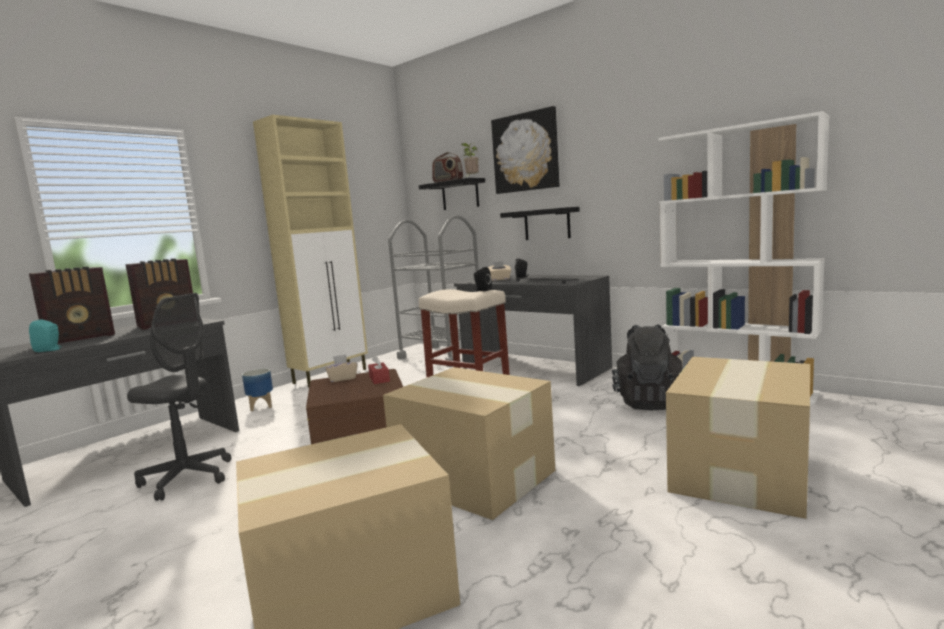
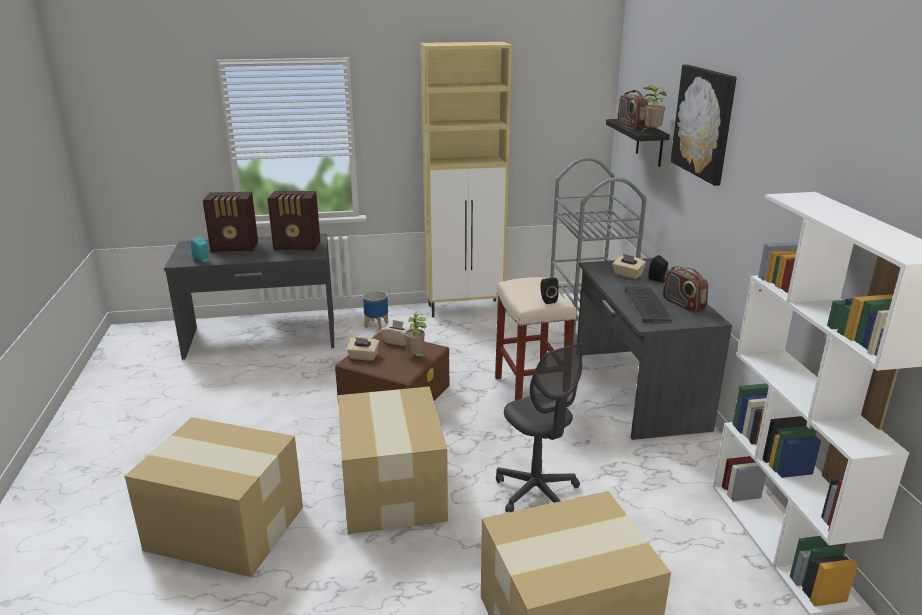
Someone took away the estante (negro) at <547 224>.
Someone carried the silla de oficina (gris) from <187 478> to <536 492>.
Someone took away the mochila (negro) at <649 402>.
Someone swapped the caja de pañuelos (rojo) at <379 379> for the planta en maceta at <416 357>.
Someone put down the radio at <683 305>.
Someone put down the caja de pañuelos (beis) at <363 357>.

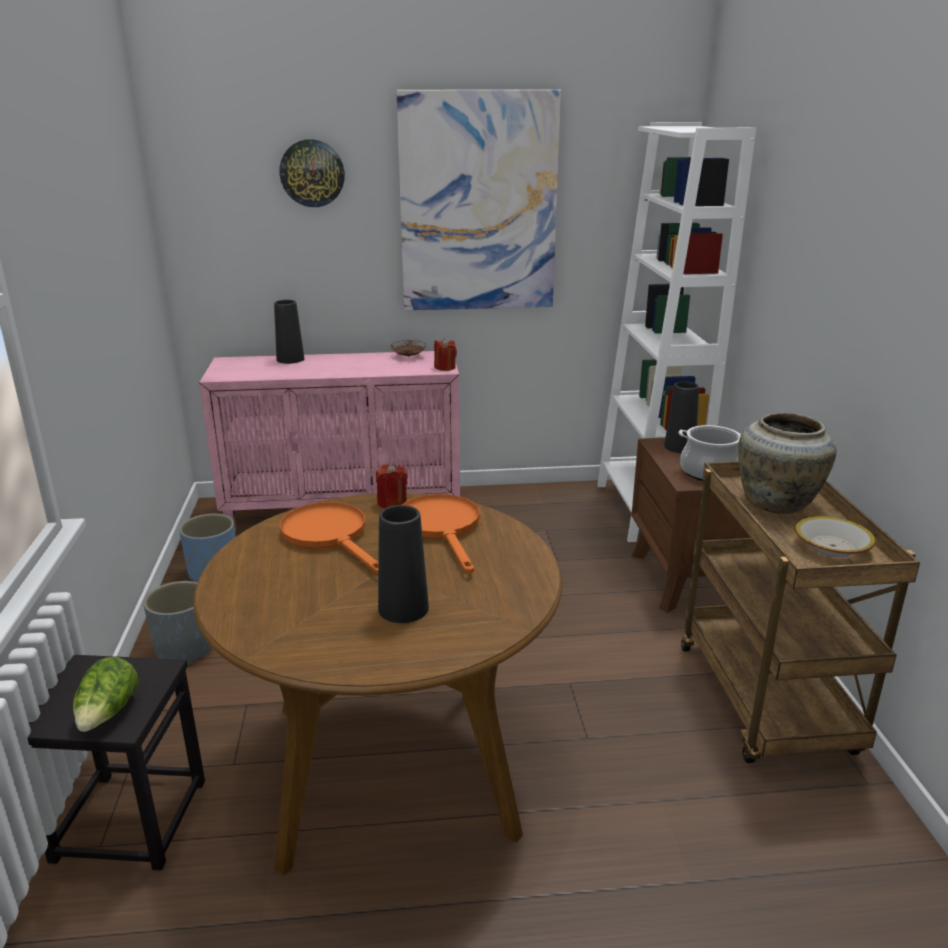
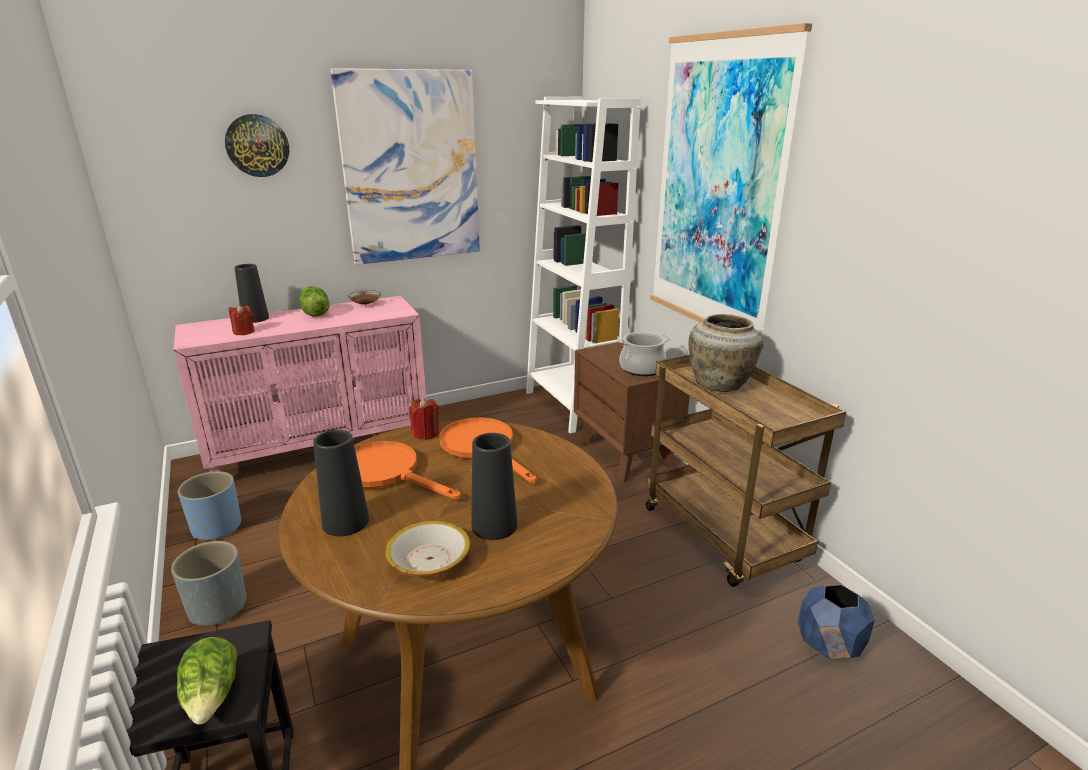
Someone carried the vela (rojo) from <445 367> to <244 332>.
Someone carried the florero (negro) from <679 447> to <345 522>.
Someone carried the cuenco from <832 547> to <429 560>.
Someone put up the cuadro at <717 189>.
Someone put down the lechuga at <315 314>.
Someone put down the maceta (azul) at <830 646>.

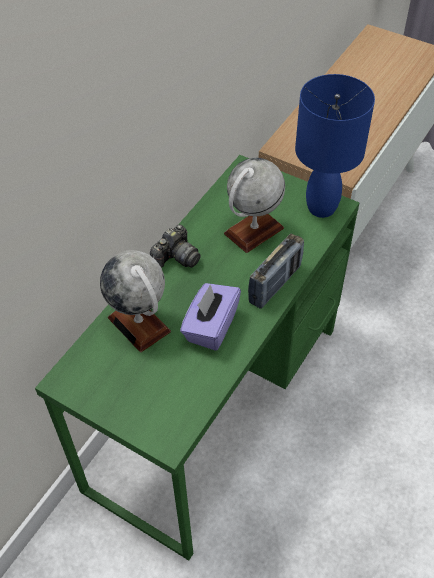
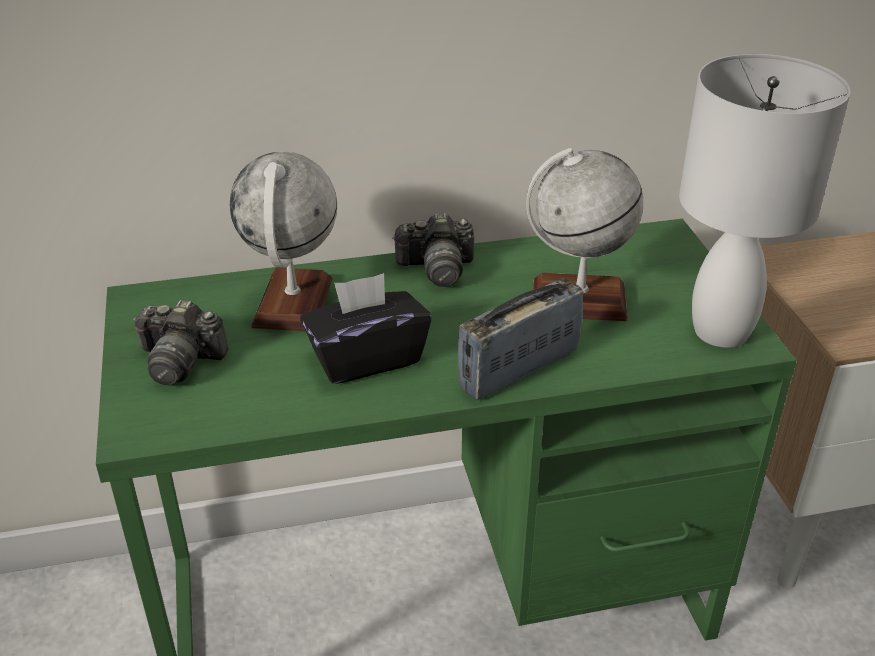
Someone repainted the lámpara de mesa (azul) at <322 208>, which became the lámpara de mesa (blanco) at <722 332>.
Someone rotated the radio at <275 284> by 150 degrees clockwise.
Someone repainted the caja de pañuelos (morado) at <211 327>, which became the caja de pañuelos (negro) at <366 358>.
Someone put down the cámara at <180 361>.

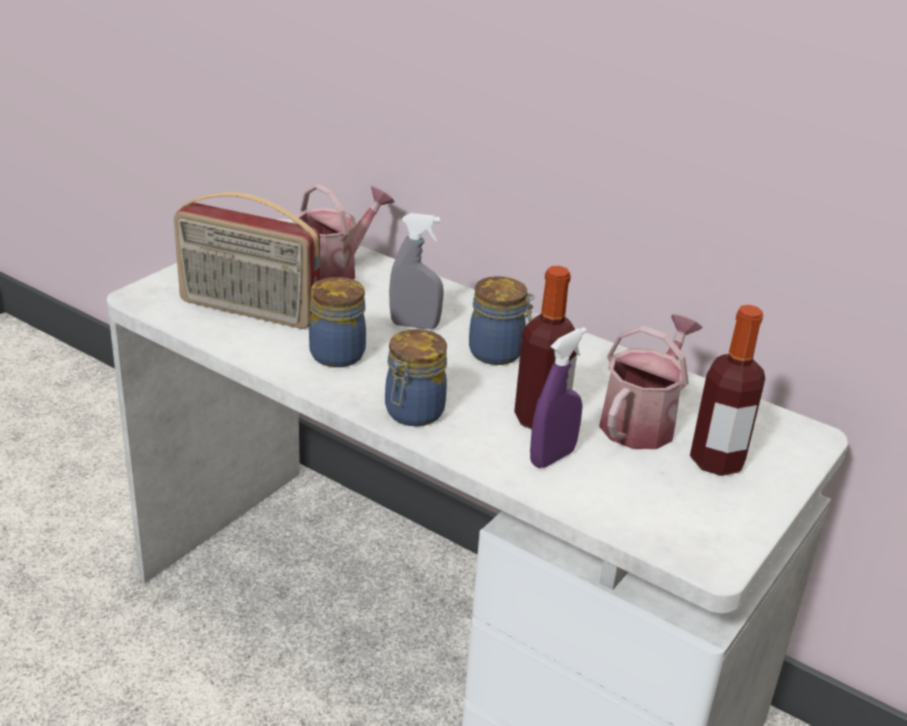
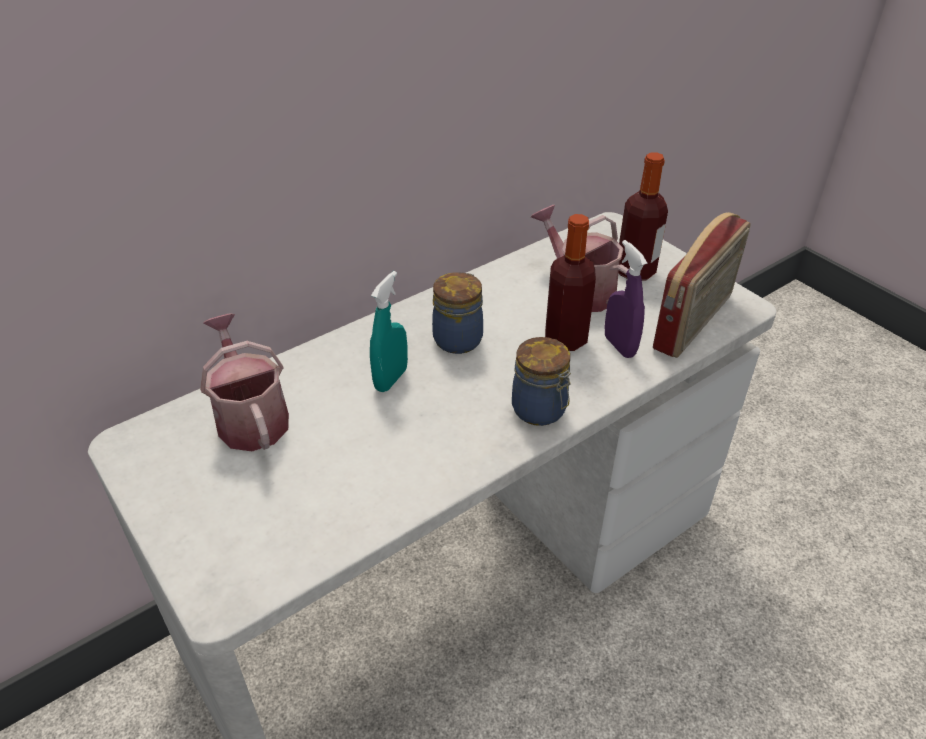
Someone carried the radio from <248 310> to <694 322>.
Someone repainted the pulverizador (gris) at <414 325>, which became the pulverizador (turquesa) at <391 379>.
Someone took away the tarro at <336 353>.

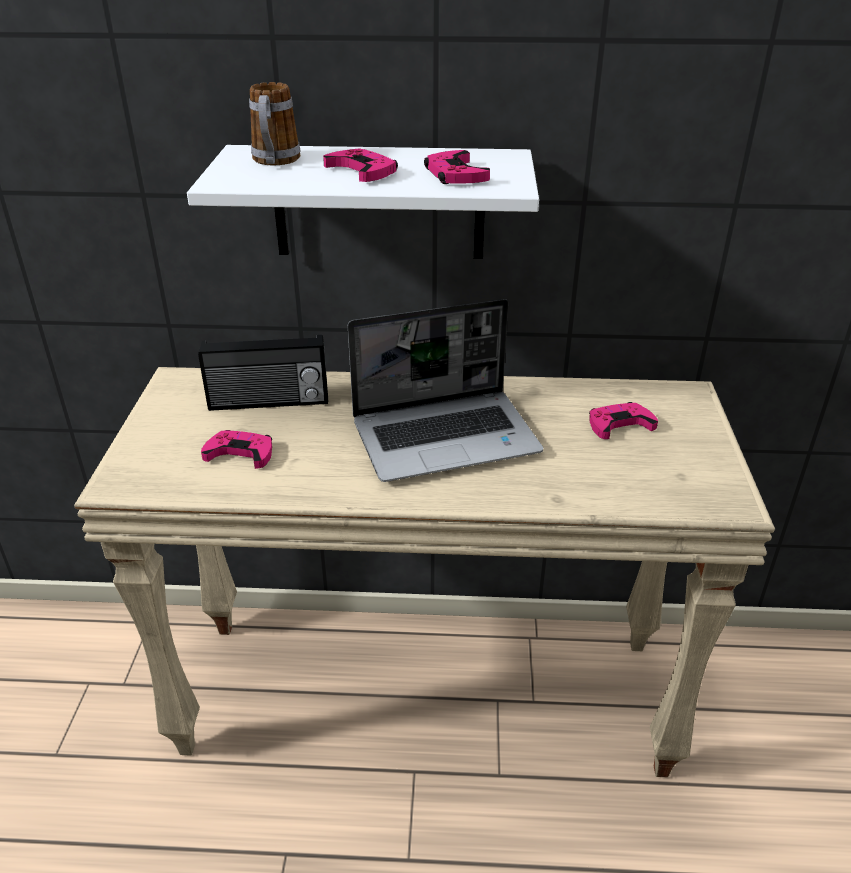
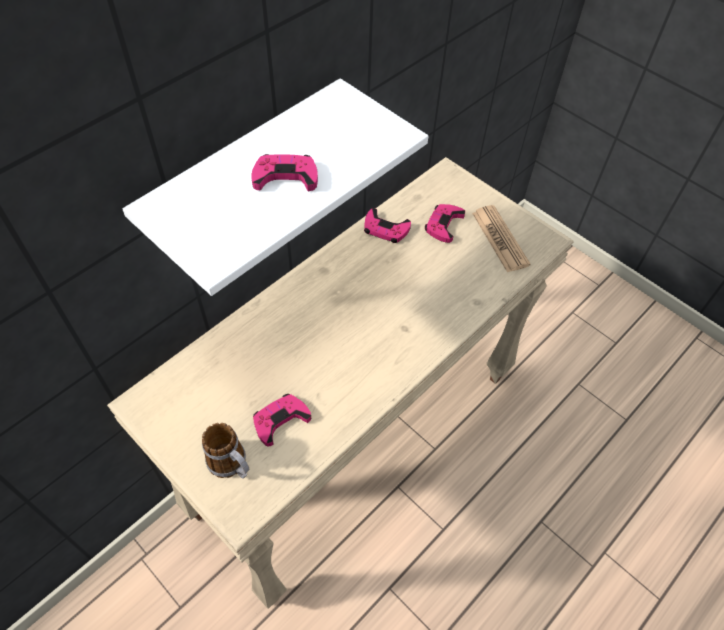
Someone carried the taza grande from <274 162> to <232 465>.
Someone carried the mando de consola (rosa) from <455 175> to <385 229>.
Someone took away the portátil at <447 437>.
Someone took away the radio at <269 402>.
Someone put down the periódico at <500 239>.

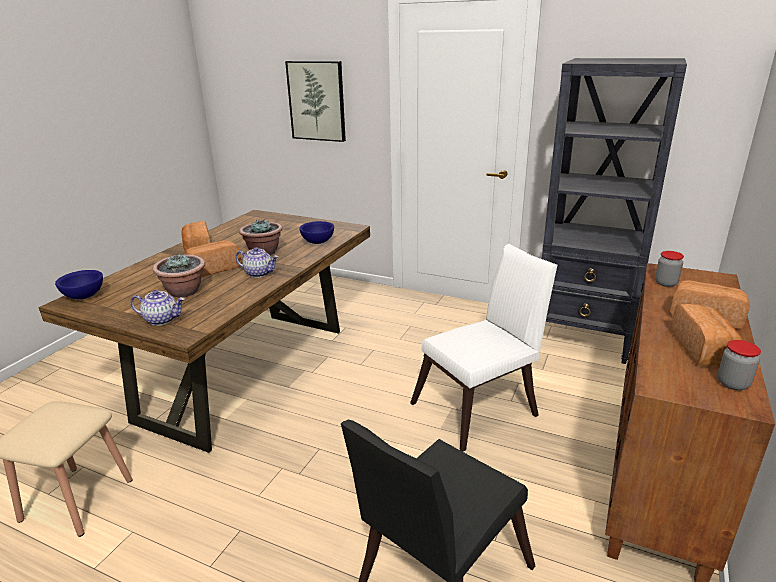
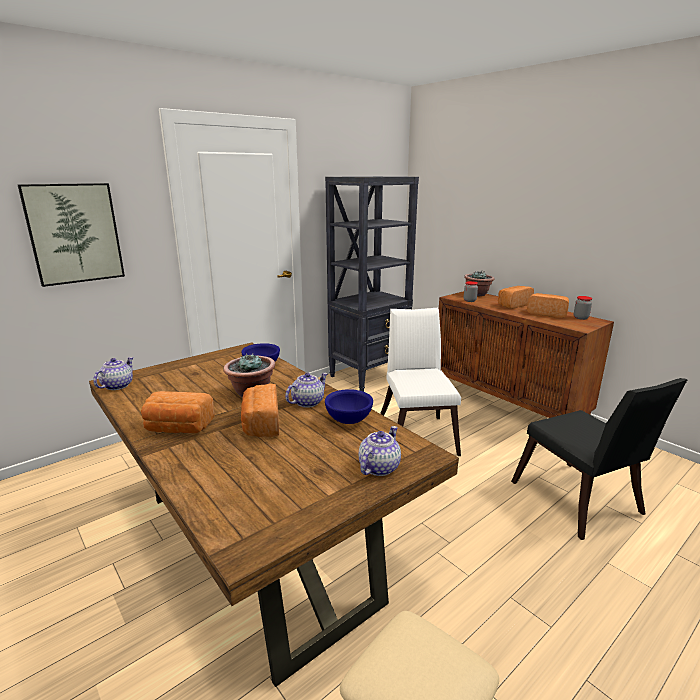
Someone carried the planta en maceta from <184 292> to <477 294>.
Someone carried the cuenco (azul) from <84 296> to <348 420>.
Someone put down the tetera at <117 385>.

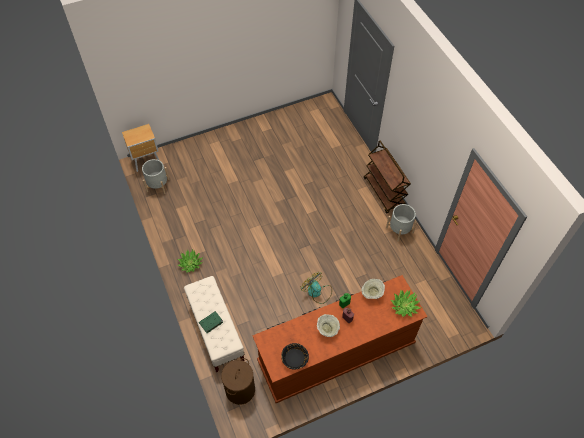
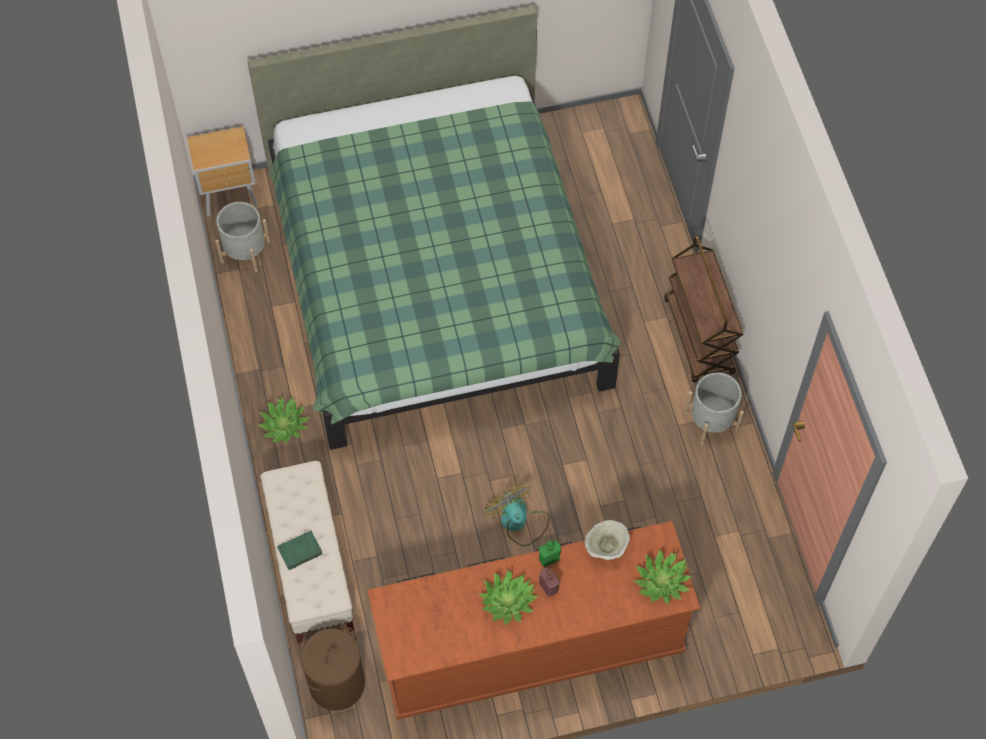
Someone swapped the cuenco (beis) at <327 329> for the planta en maceta at <507 601>.
Someone took away the cuenco (negro) at <294 358>.
Someone put down the cama (verde) at <435 279>.

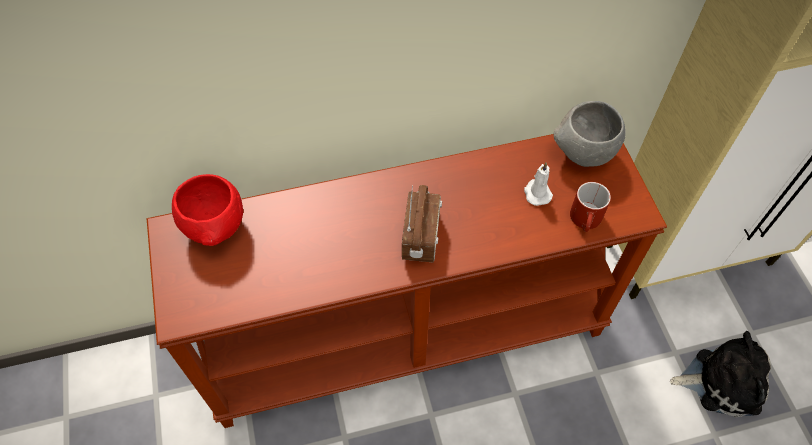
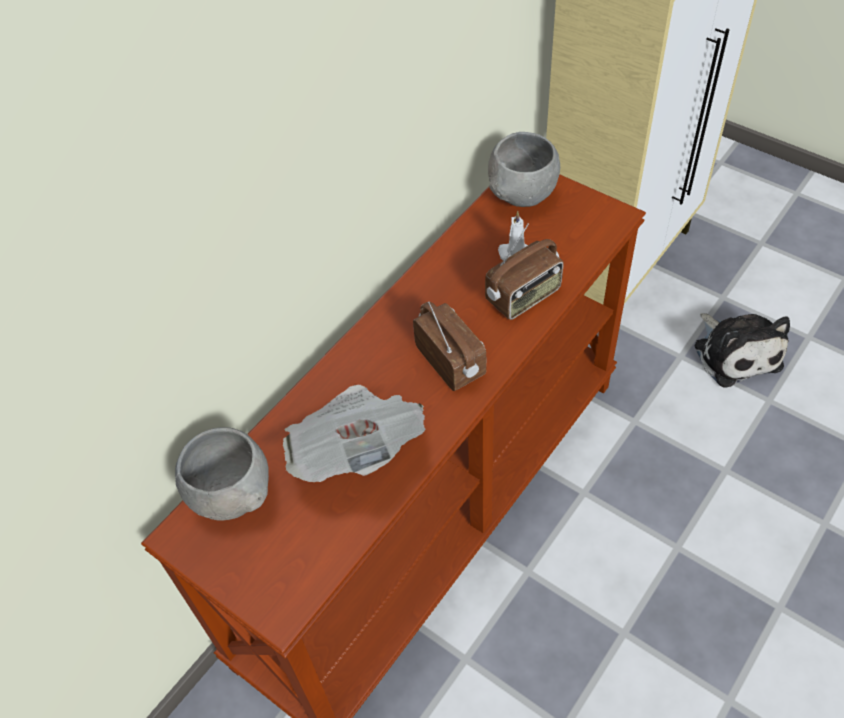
Someone repainted the cuenco (rojo) at <215 229>, which became the cuenco (gris) at <234 498>.
Someone took away the taza grande (rojo) at <586 221>.
Someone rotated the peluche at <721 381> by 105 degrees clockwise.
Someone put down the radio at <524 297>.
Someone put down the periódico at <356 450>.

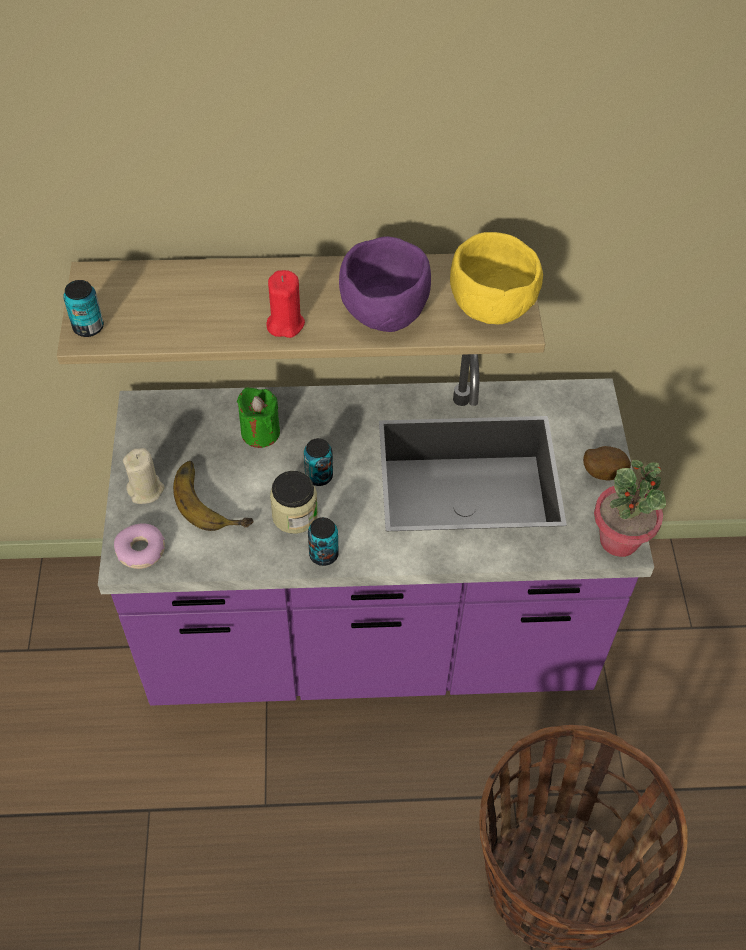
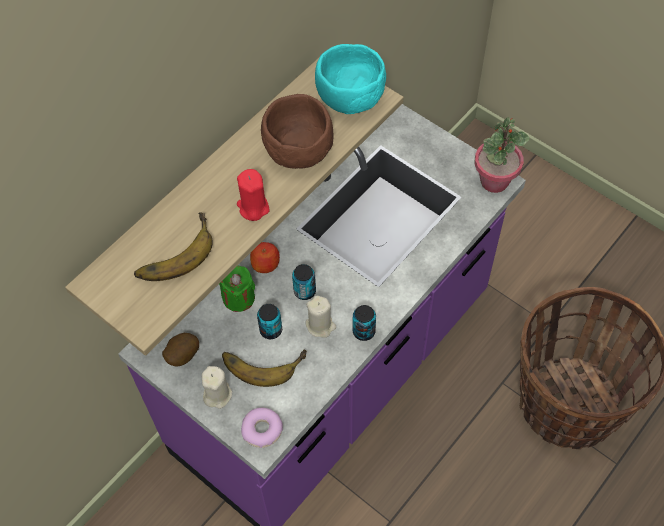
Someone repainted the cuenco (amarillo) at <489 308>, which became the cuenco (turquesa) at <350 100>.
Someone repainted the cuenco (morado) at <383 311>, which became the cuenco (marrón) at <297 152>.
Someone carried the lata from <88 327> to <271 330>.
Someone carried the patata from <602 472> to <182 355>.
Someone swapped the tarro at <295 515> for the vela (beis) at <320 325>.
Someone put down the plátano at <173 251>.
Someone put down the manzana at <265 264>.

